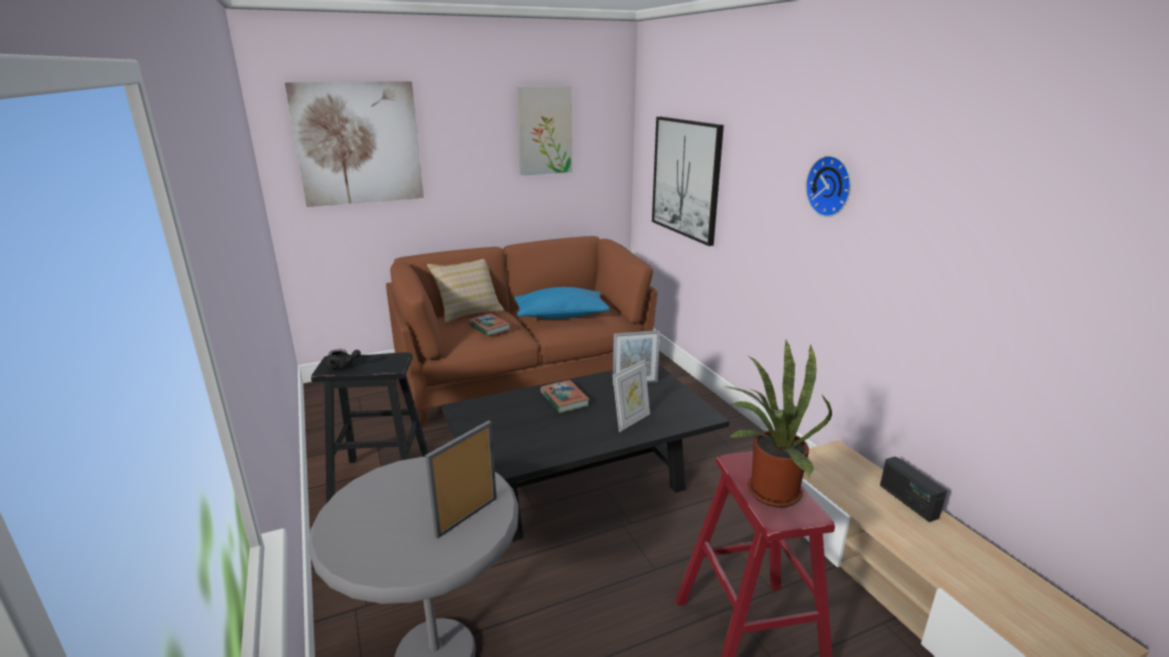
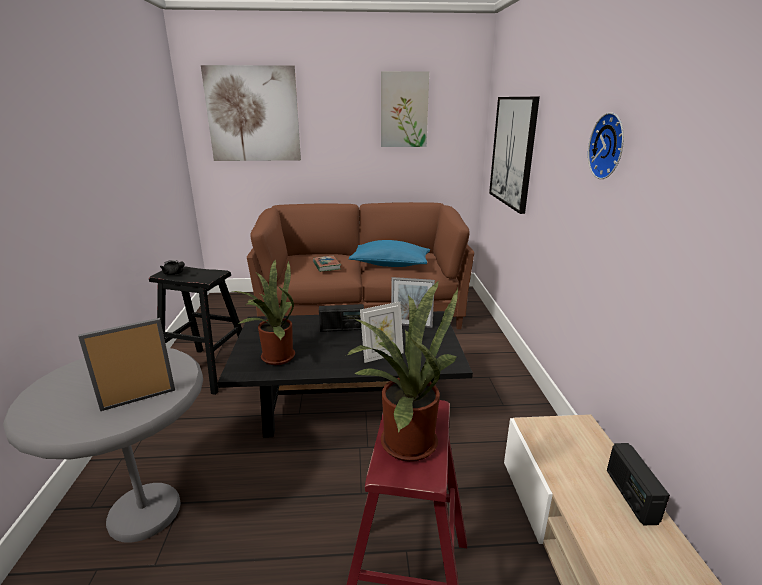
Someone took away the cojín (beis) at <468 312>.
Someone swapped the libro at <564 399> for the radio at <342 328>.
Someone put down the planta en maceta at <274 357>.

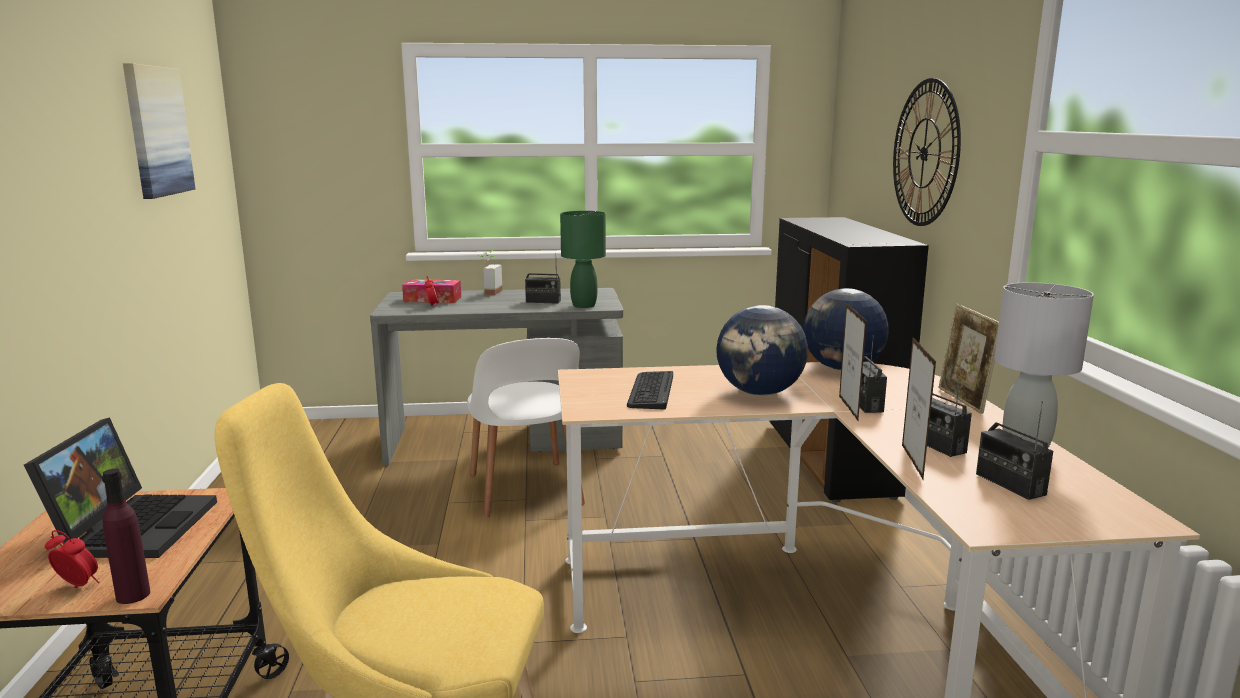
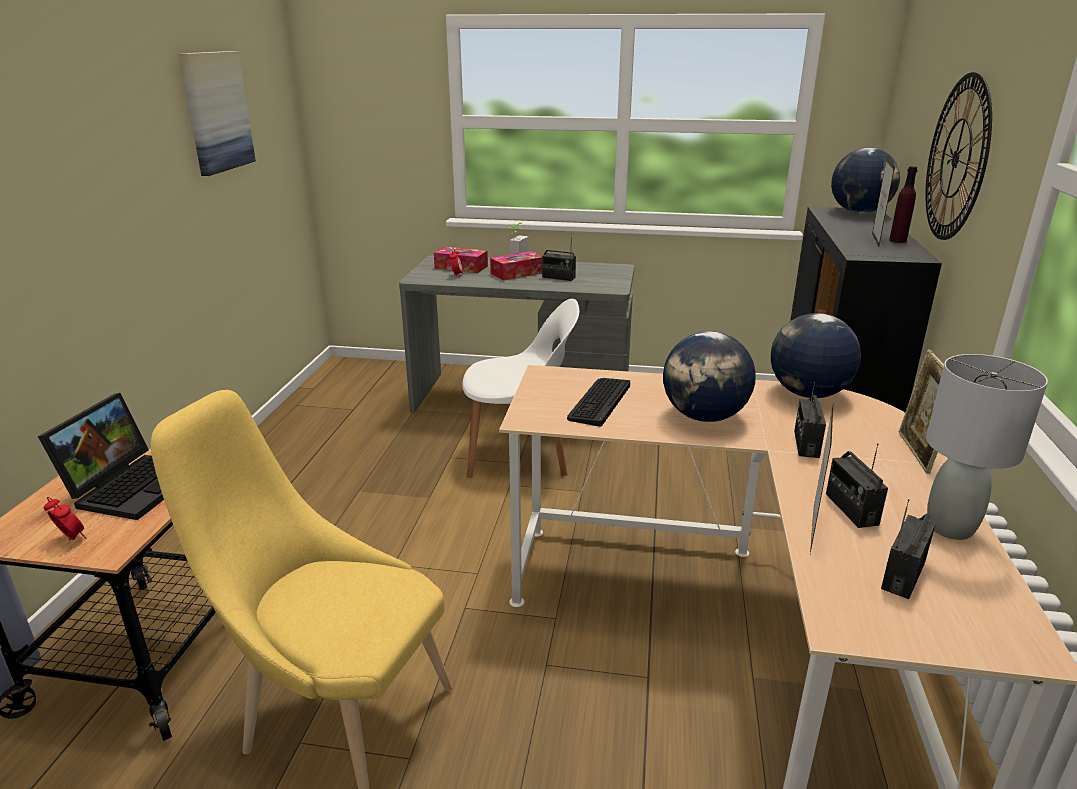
Someone took away the lámpara de mesa (verde) at <584 305>.
Someone carried the portarretratos from <848 408> to <875 240>.
Someone rotated the silla (blanco) at <525 490> by 90 degrees counterclockwise.
Someone rotated the radio at <1009 484> by 45 degrees clockwise.
Someone carried the botella (morado) from <133 595> to <897 240>.
Someone put down the globo terráqueo at <859 212>.
Someone put down the caja de pañuelos at <517 273>.

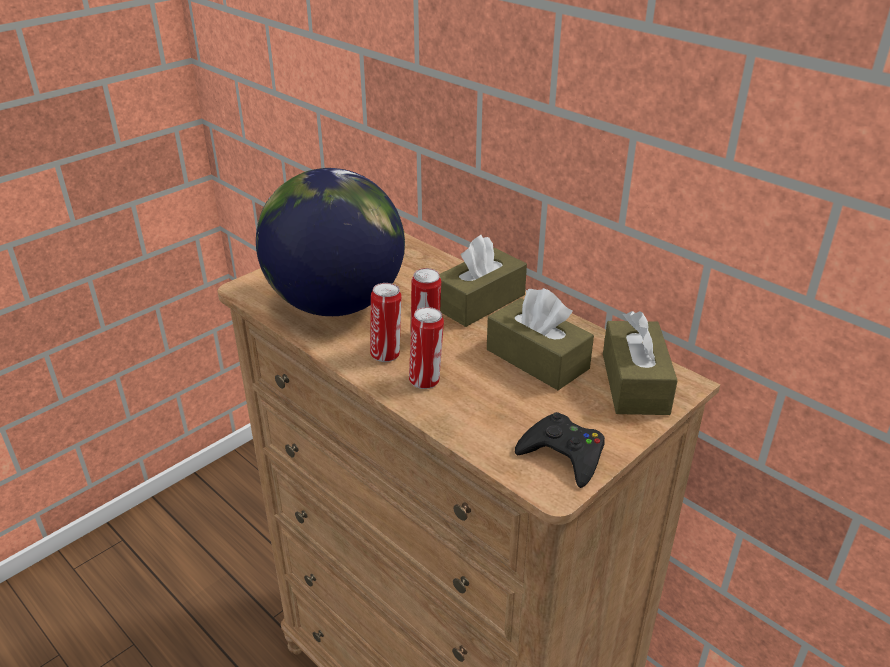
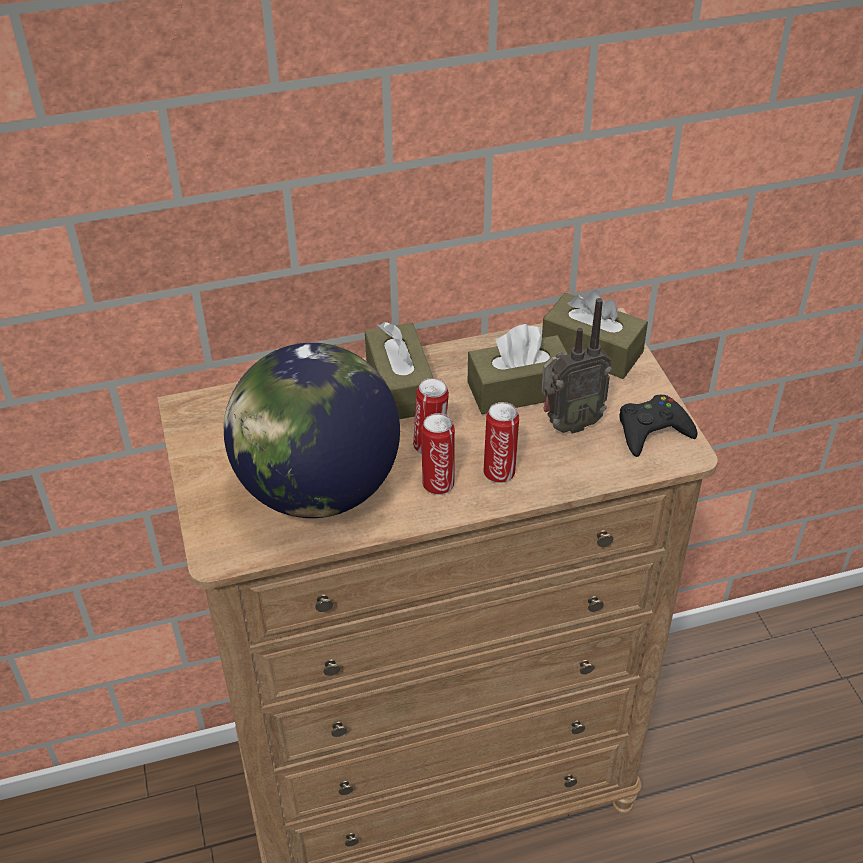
Someone put down the radio at <568 424>.

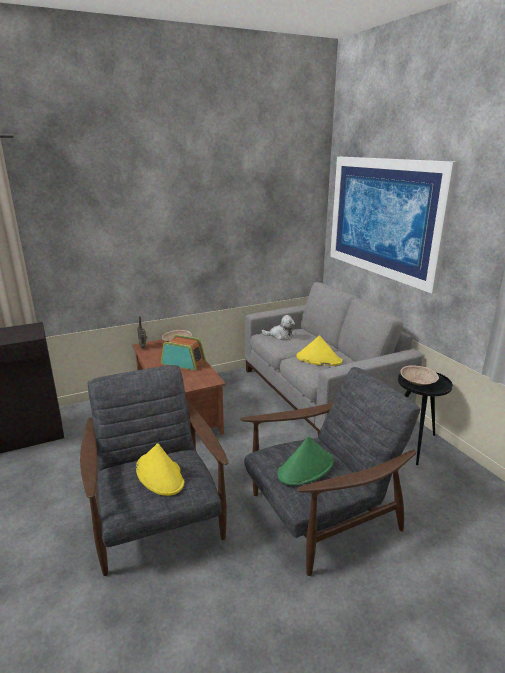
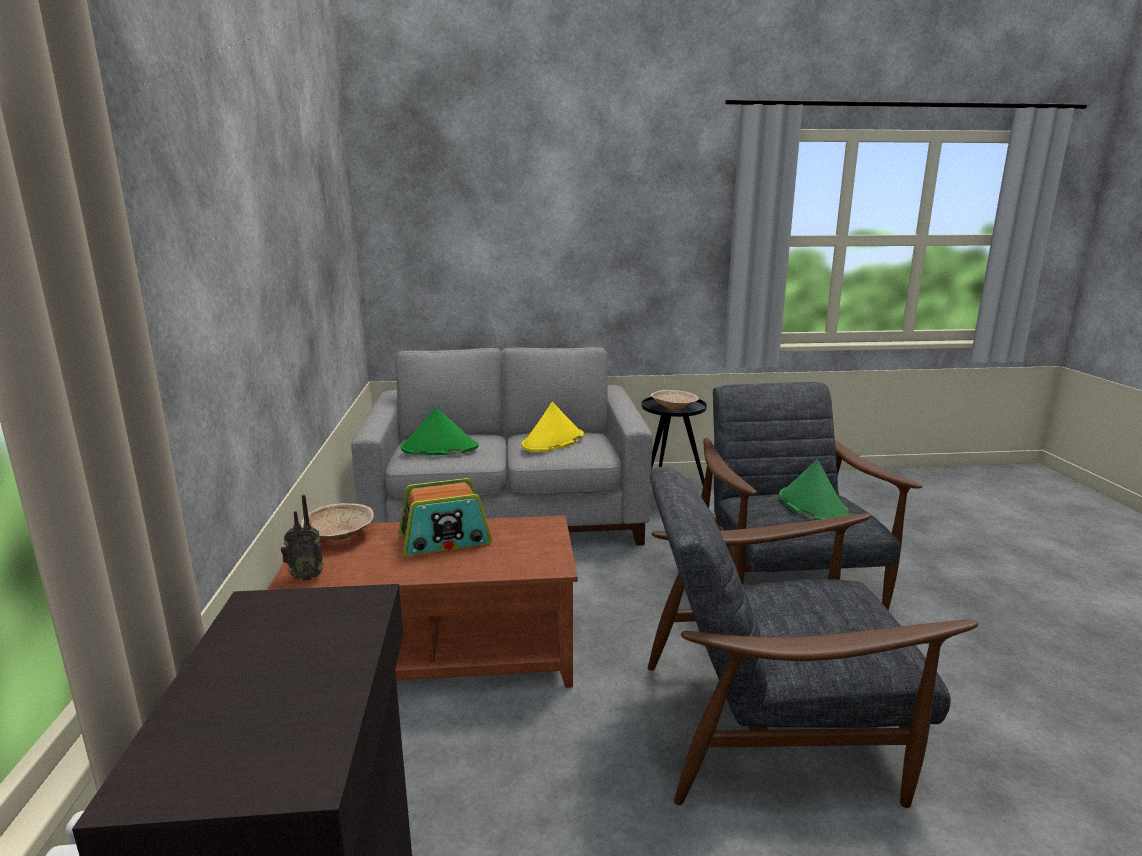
Someone took away the cuadro at <384 218>.
Someone swapped the peluche at <280 336> for the sombrero (verde) at <439 448>.
Someone rotated the radio at <183 362> by 150 degrees counterclockwise.
Someone took away the sombrero (amarillo) at <160 475>.

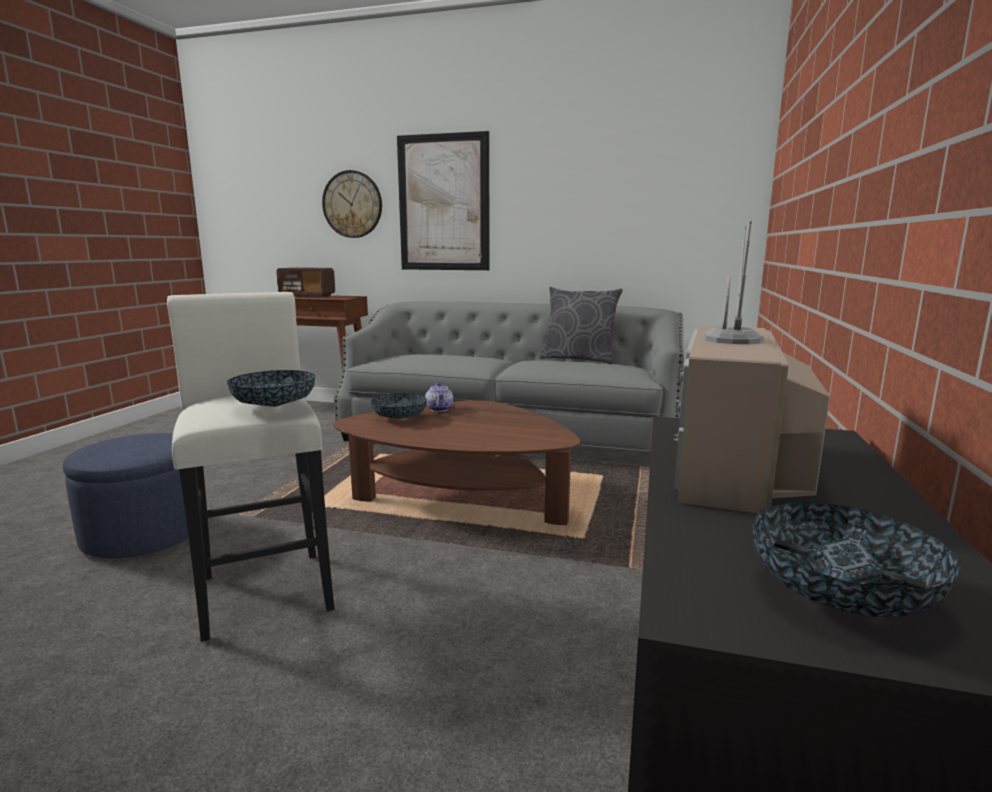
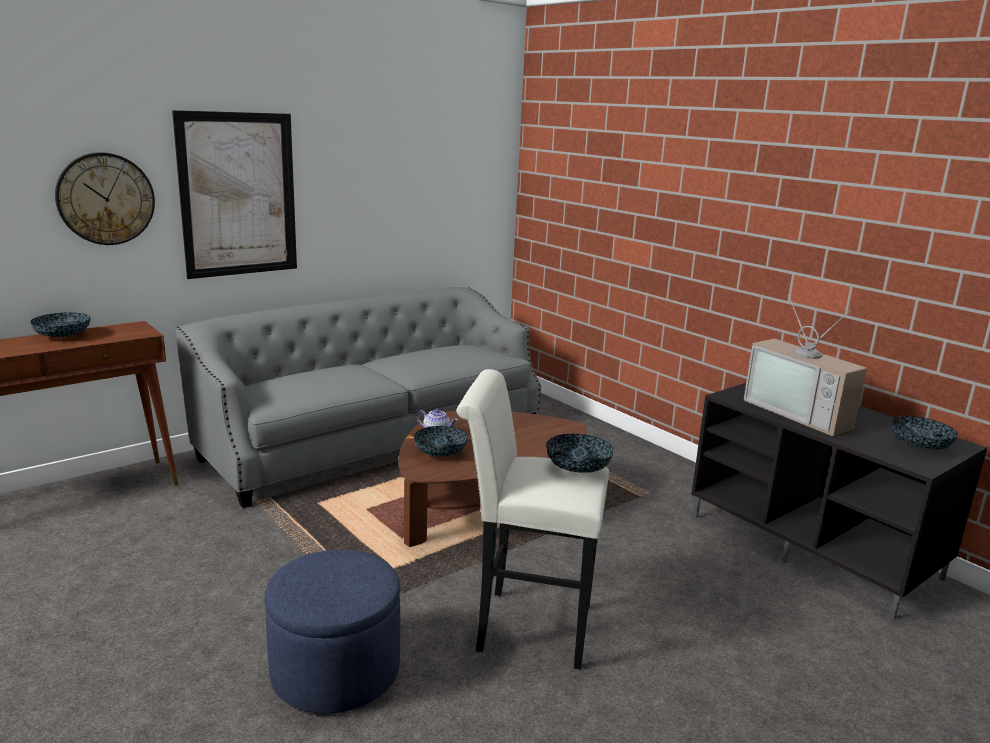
Someone swapped the radio at <307 296> for the cuenco at <63 337>.
Someone took away the cojín (gris) at <578 359>.

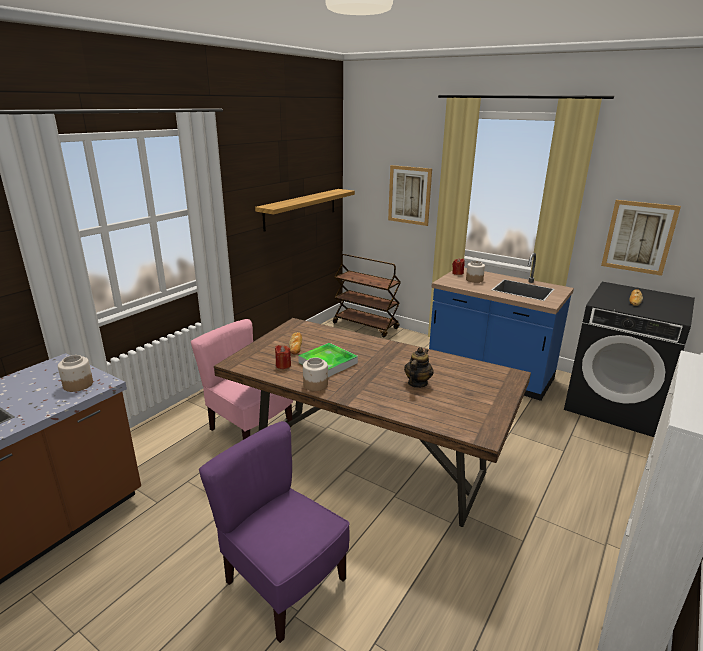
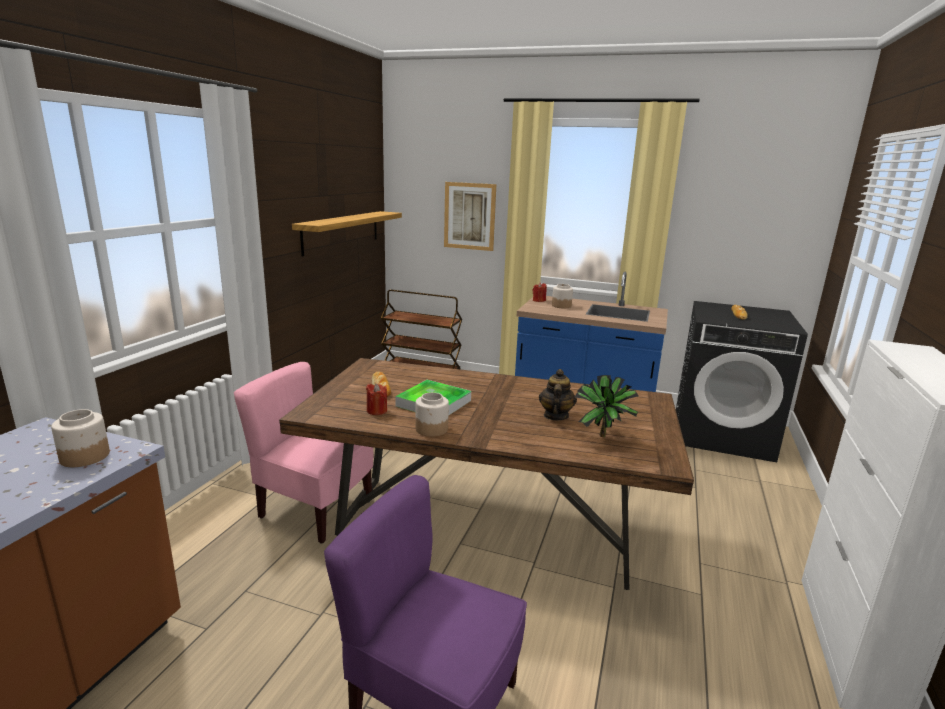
Someone took away the cuadro at <639 237>.
Someone put down the planta en maceta at <603 438>.

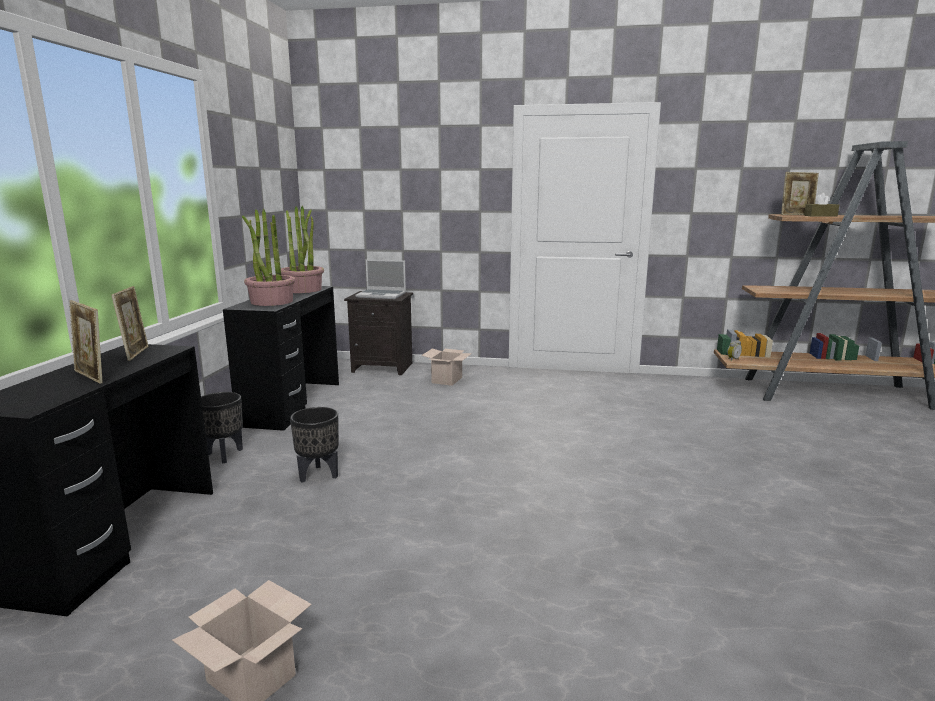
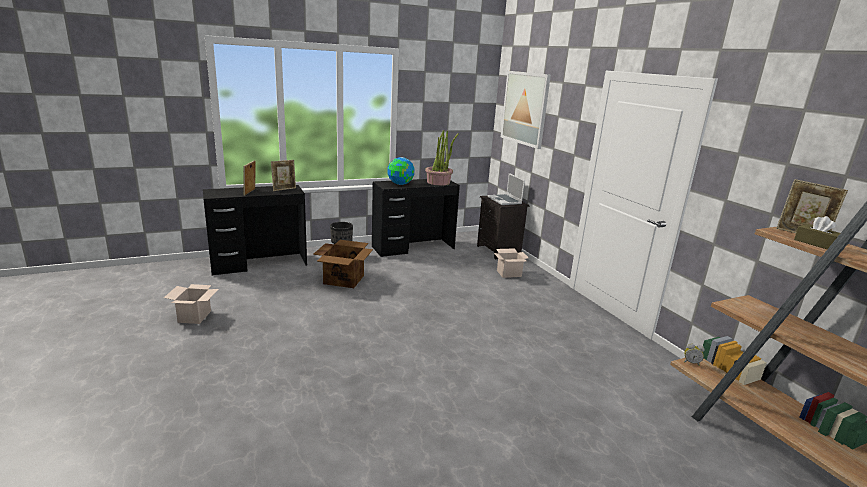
Someone swapped the planta en maceta at <271 302> for the globo terráqueo at <400 184>.
Someone swapped the maceta (negro) at <318 474> for the caja de cartón at <344 279>.
Someone put up the cuadro at <525 108>.

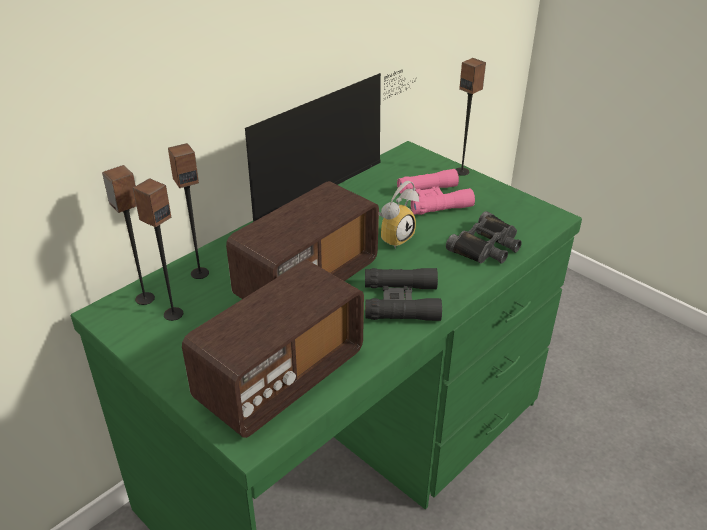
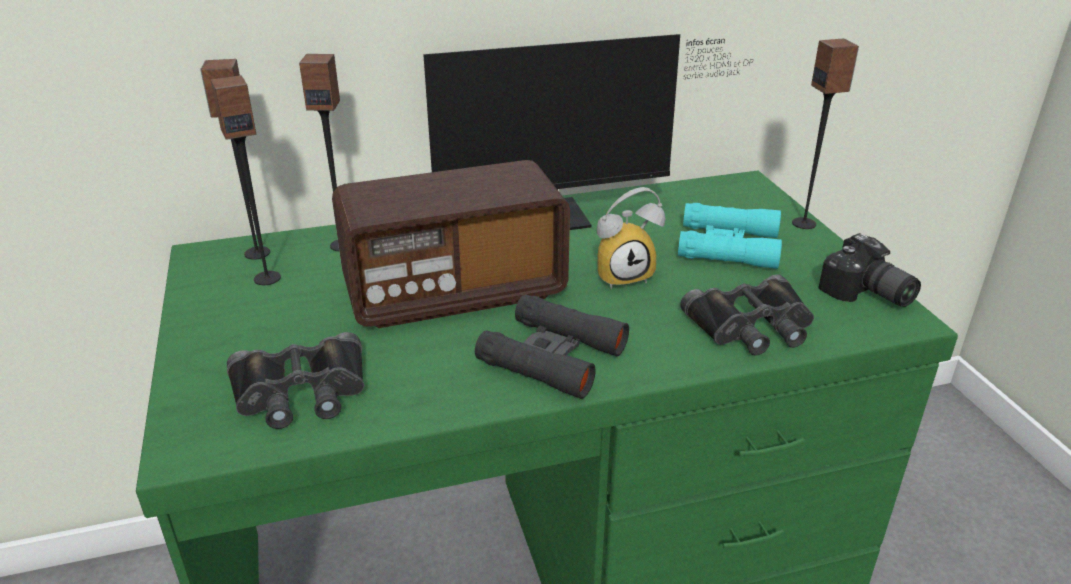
Someone repainted the prismáticos (rosa) at <434 199>, which became the prismáticos (turquesa) at <728 246>.
Someone swapped the radio at <280 378> for the prismáticos (negro) at <301 392>.
Someone put down the cámara at <866 295>.

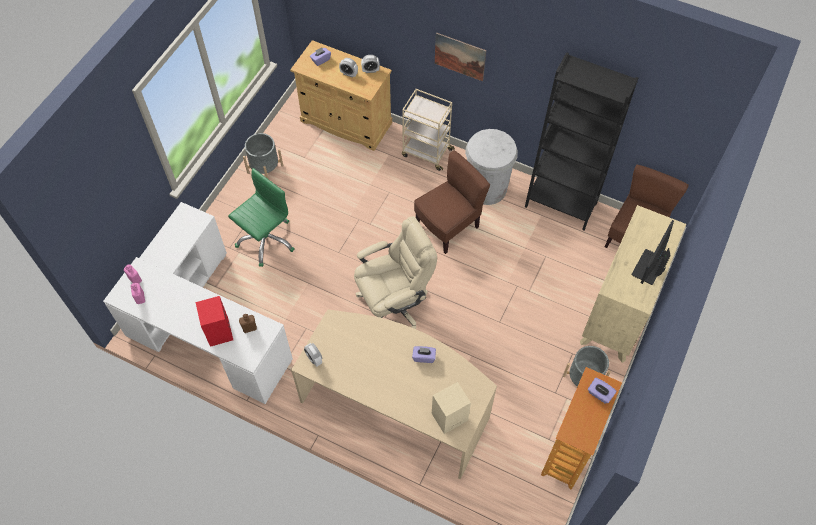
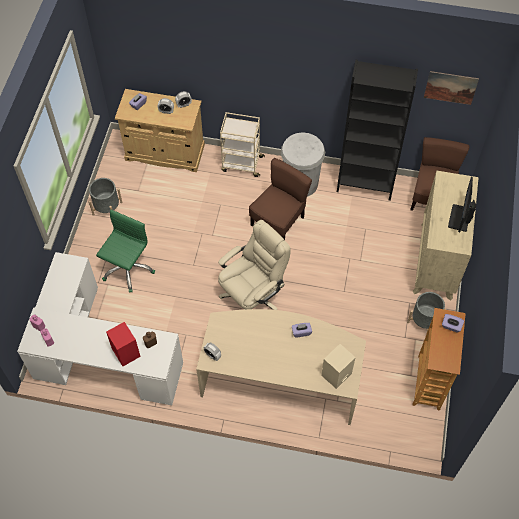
Someone carried the cuadro from <460 56> to <450 87>.

